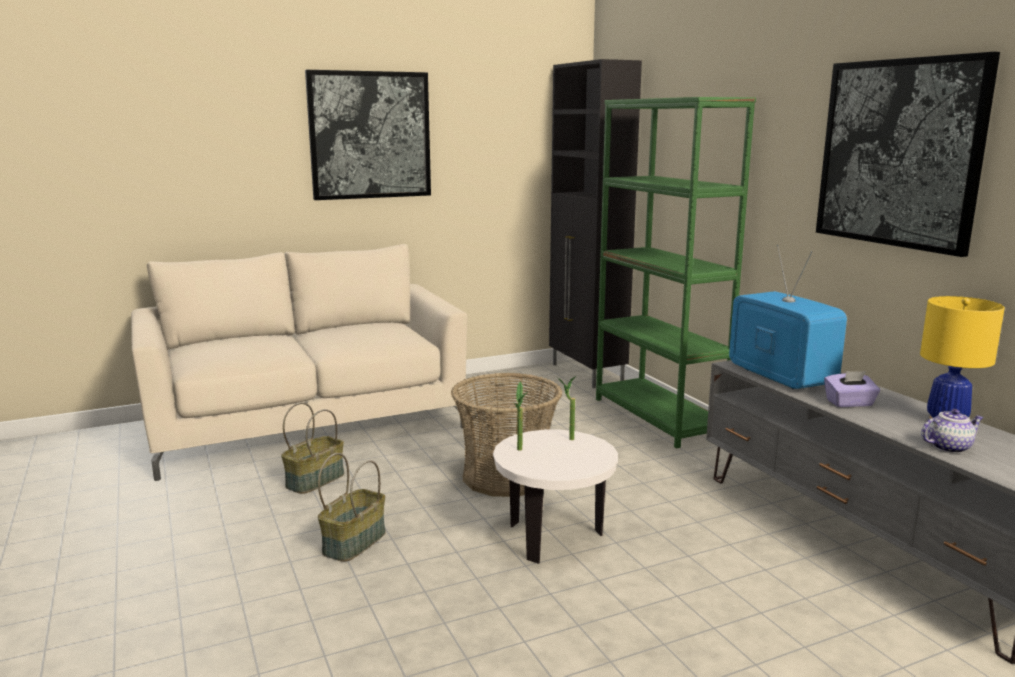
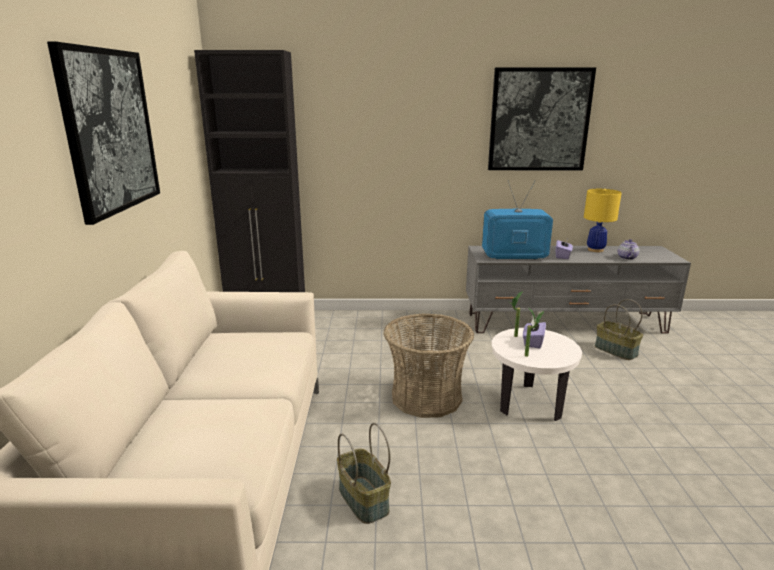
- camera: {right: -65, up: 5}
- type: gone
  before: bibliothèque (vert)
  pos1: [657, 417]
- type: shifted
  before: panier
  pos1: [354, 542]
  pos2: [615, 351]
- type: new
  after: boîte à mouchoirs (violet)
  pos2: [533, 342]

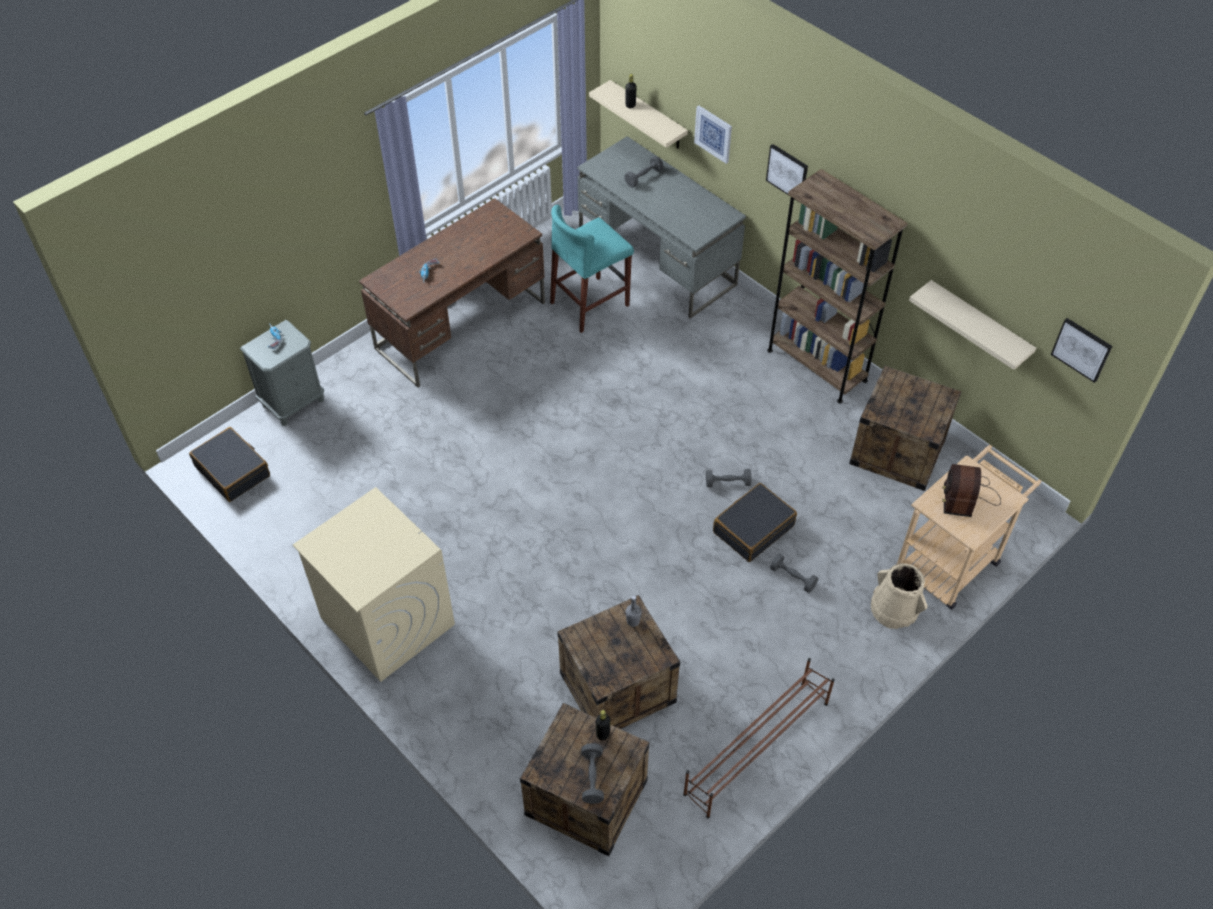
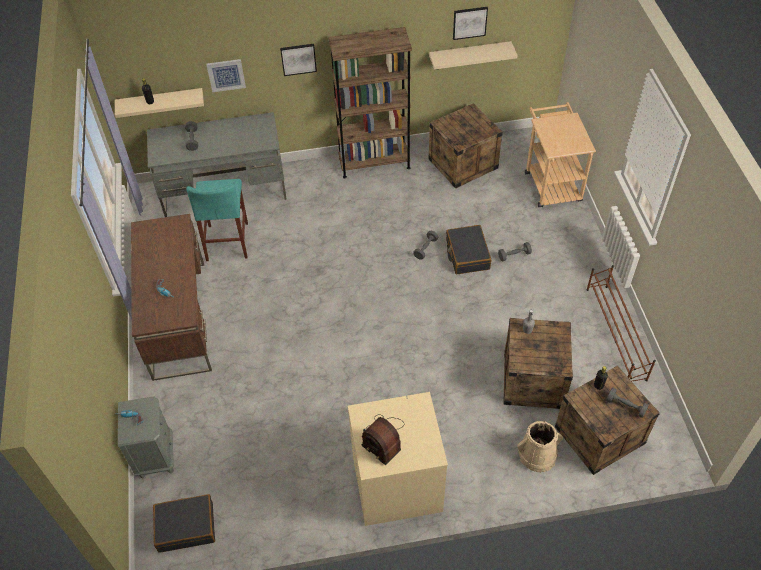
- camera: {right: -55, up: 0}
- type: shifted
  before: tableau
  pos1: [1082, 349]
  pos2: [469, 22]
- type: shifted
  before: radio
  pos1: [967, 496]
  pos2: [382, 438]
- type: shifted
  before: seau (beige)
  pos1: [894, 608]
  pos2: [537, 455]

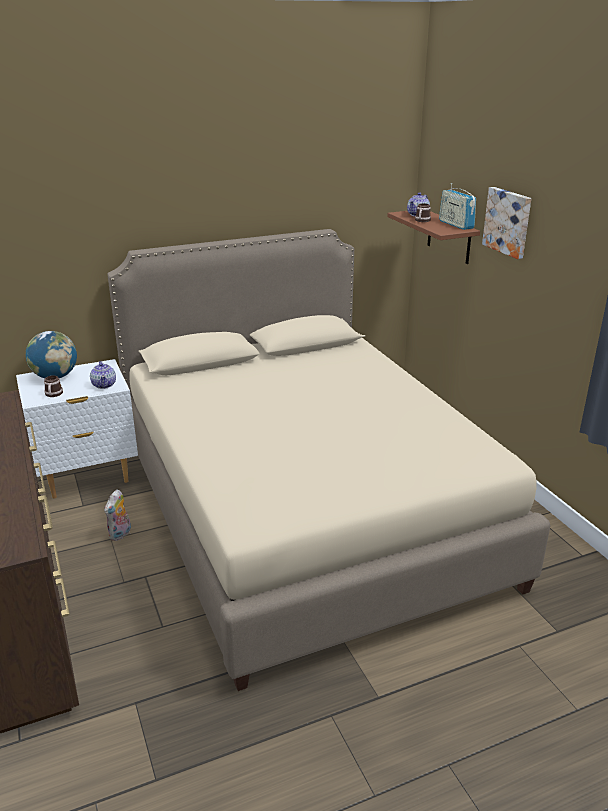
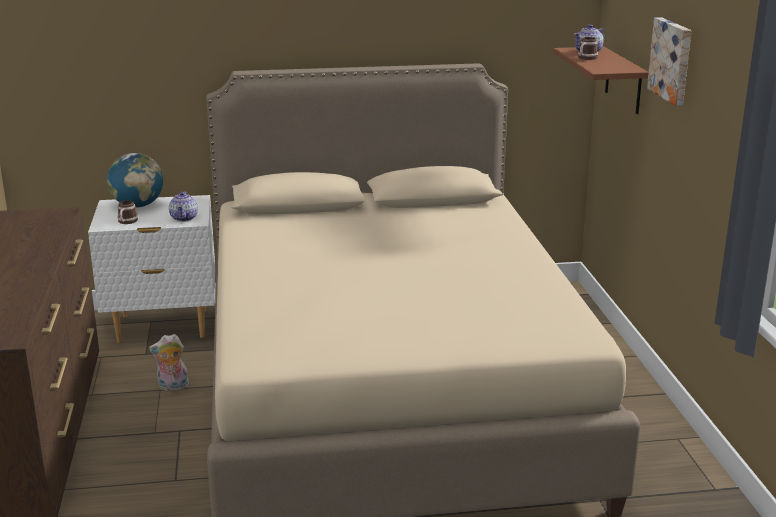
- camera: {right: 15, up: -5}
- type: gone
  before: radio
  pos1: [456, 224]
- type: rotated
  before: peluche
  pos1: [120, 534]
  pos2: [172, 387]
  turn: 45

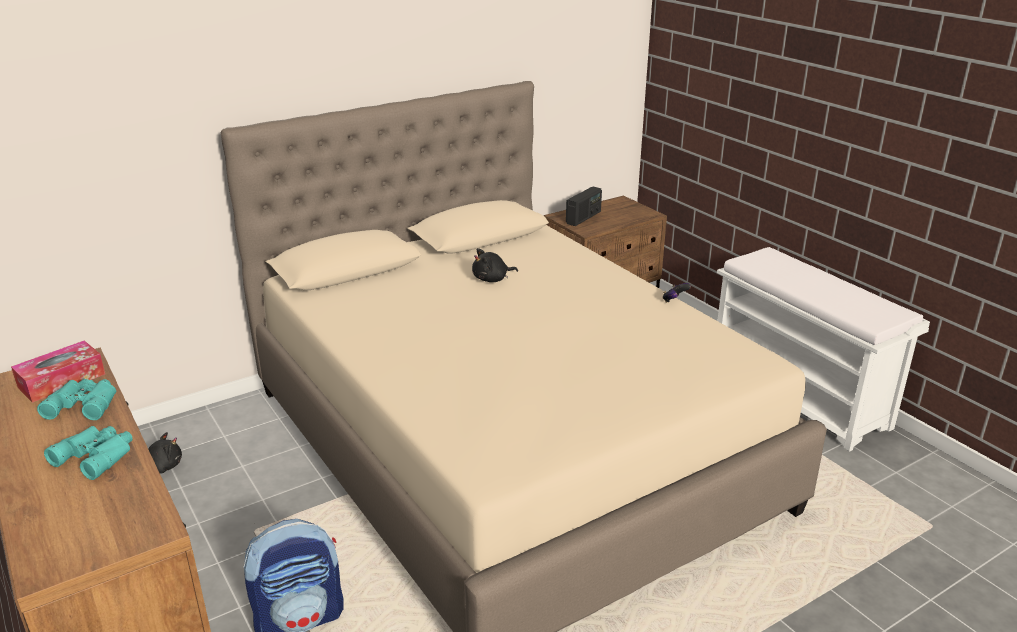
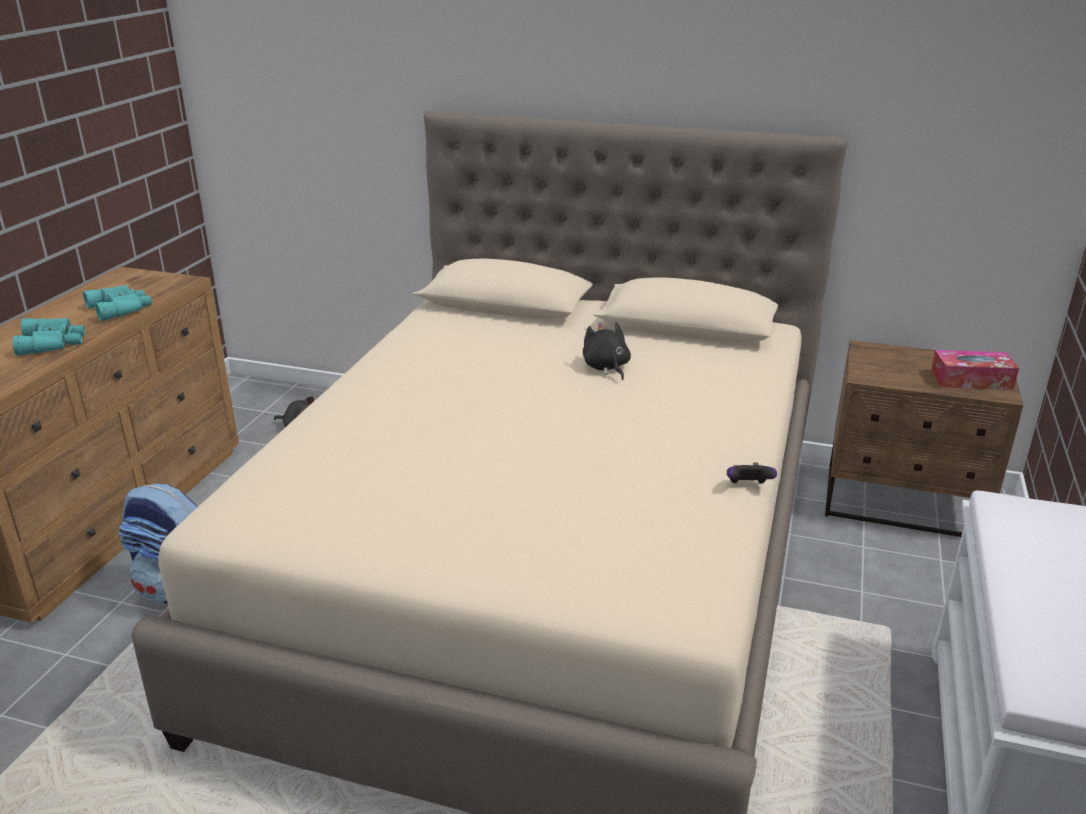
- camera: {right: 50, up: 0}
- type: gone
  before: radio
  pos1: [583, 218]
- type: rotated
  before: peluche (noir)
  pos1: [492, 279]
  pos2: [606, 367]
  turn: 45
- type: shifted
  before: boîte à mouchoirs
  pos1: [62, 381]
  pos2: [971, 380]

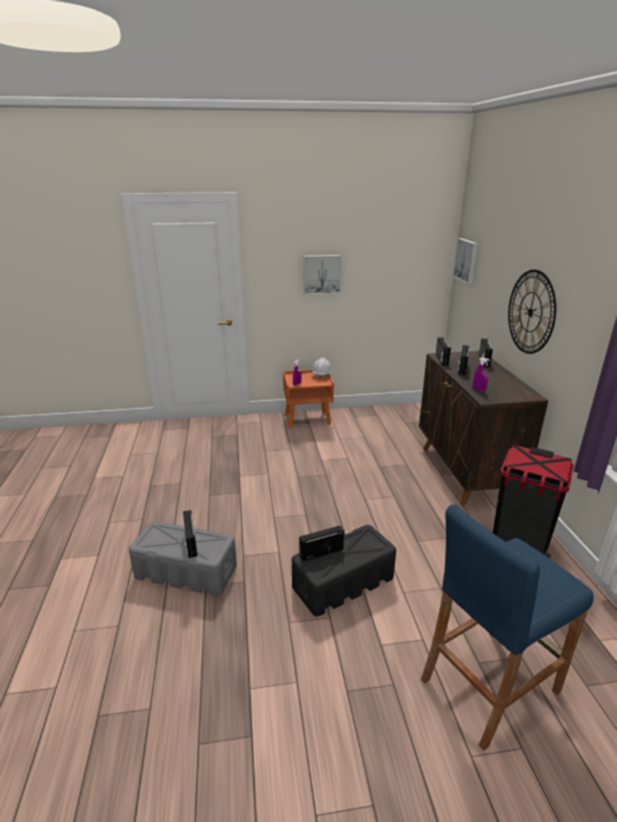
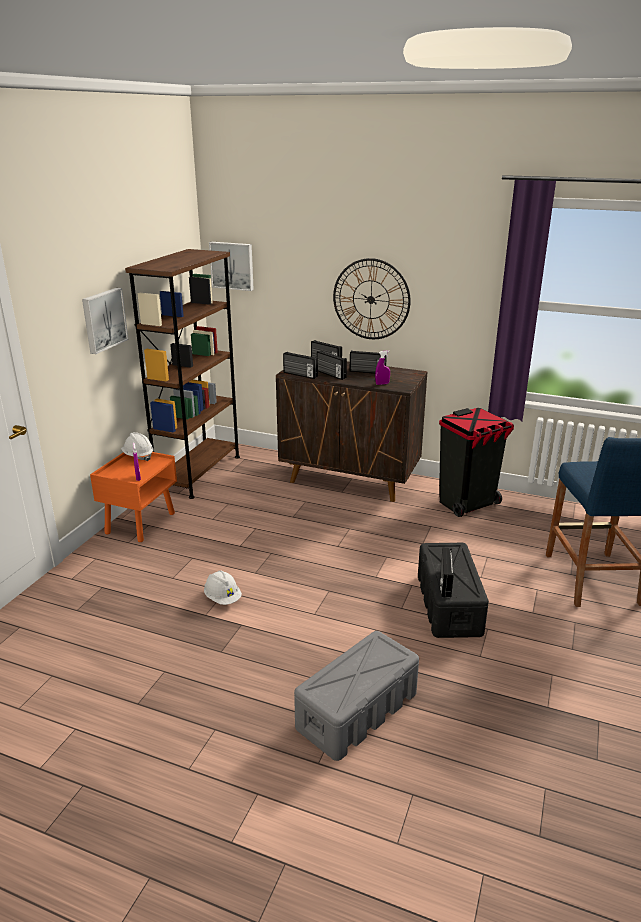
- camera: {right: -60, up: 0}
- type: shifted
  before: radio
  pos1: [190, 543]
  pos2: [367, 372]
- type: new
  after: bibliothèque (marron)
  pos2: [199, 473]
- type: new
  after: casque de chantier (blanc)
  pos2: [223, 598]

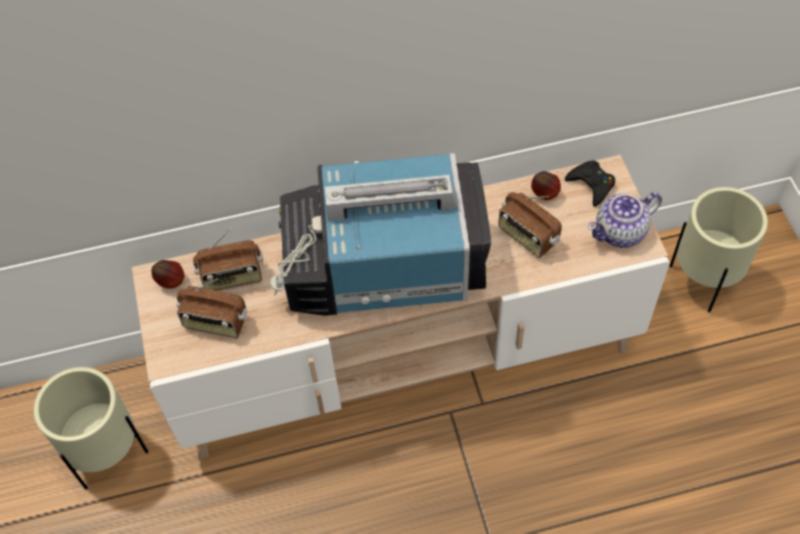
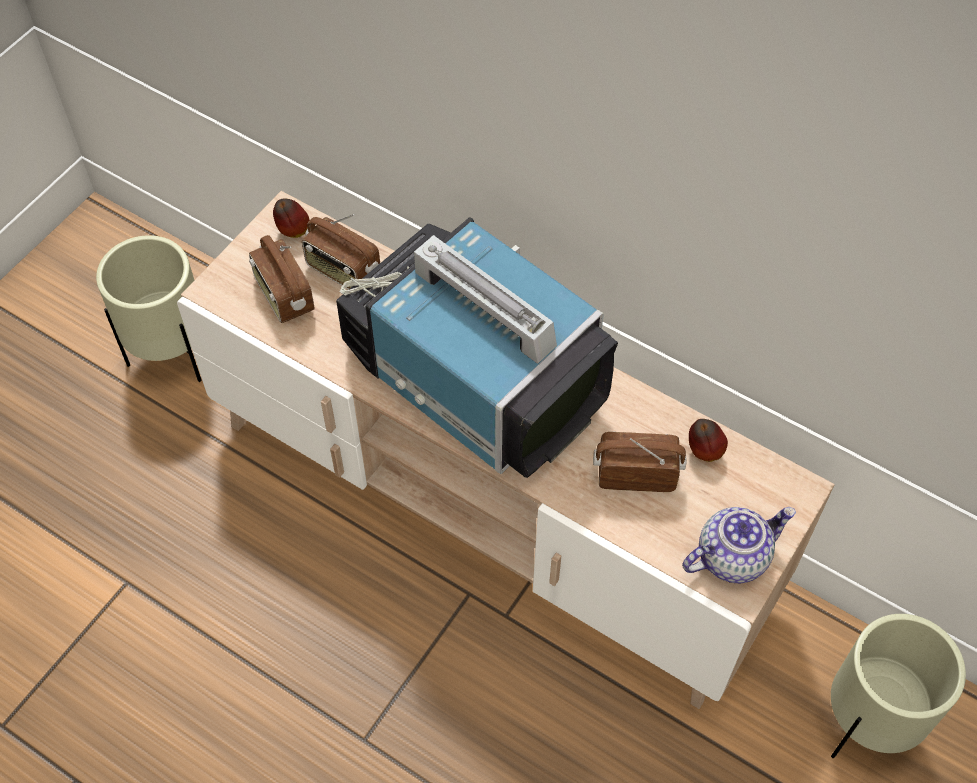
- camera: {right: 45, up: 0}
- type: gone
  before: manette (noir)
  pos1: [591, 185]
- type: rotated
  before: radio
  pos1: [527, 237]
  pos2: [636, 474]
  turn: 90
- type: rotated
  before: théière
  pos1: [620, 232]
  pos2: [732, 556]
  turn: 135

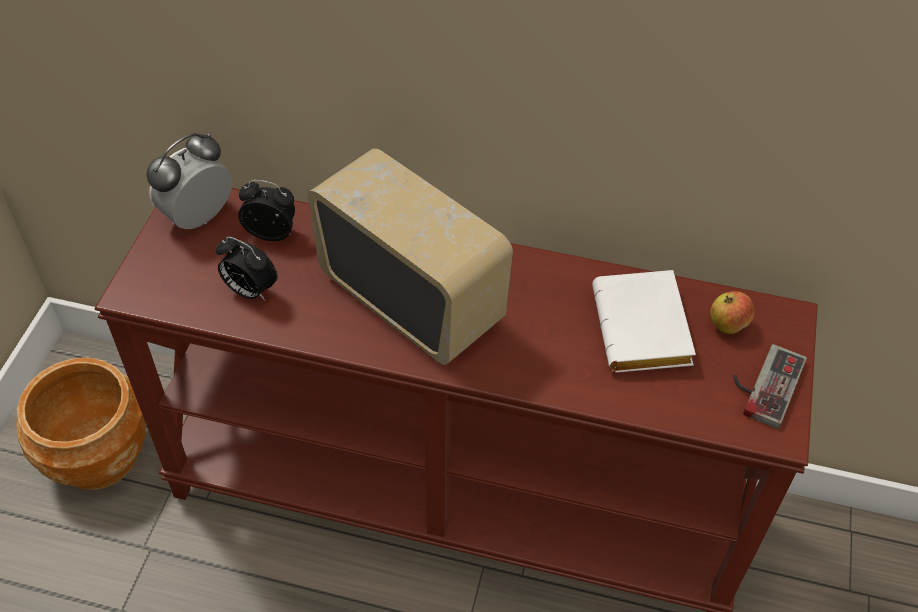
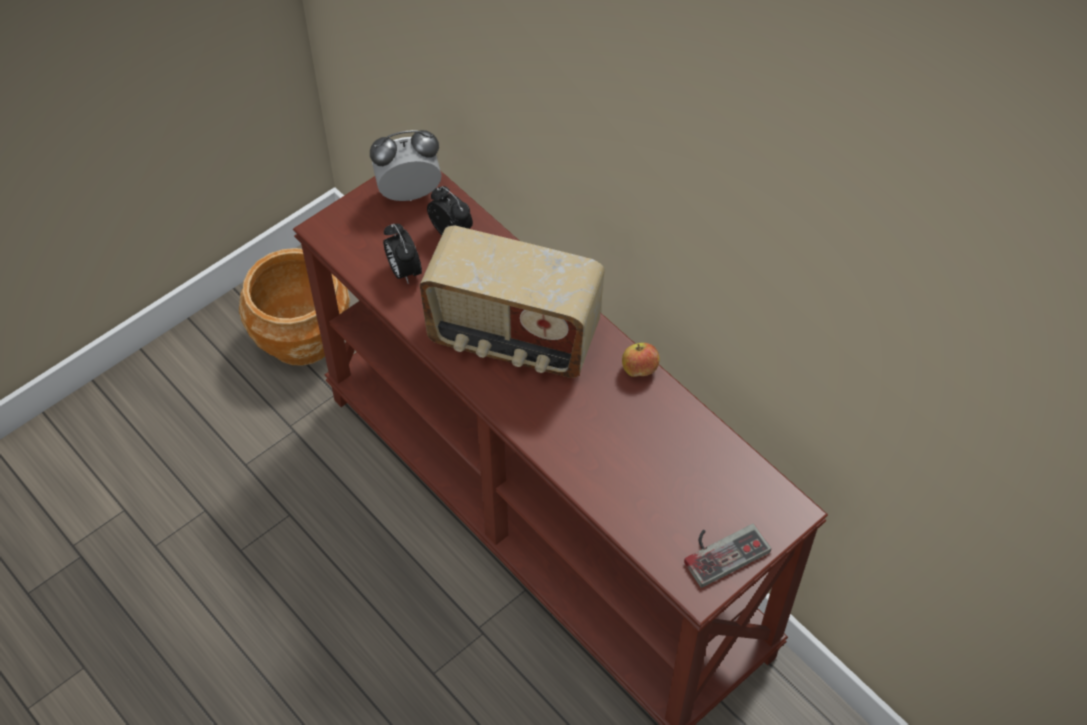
- camera: {right: 35, up: 5}
- type: rotated
  before: radio
  pos1: [412, 299]
  pos2: [513, 339]
  turn: 120
- type: gone
  before: livre (blanc)
  pos1: [645, 331]
- type: shifted
  before: pomme
  pos1: [727, 324]
  pos2: [639, 369]

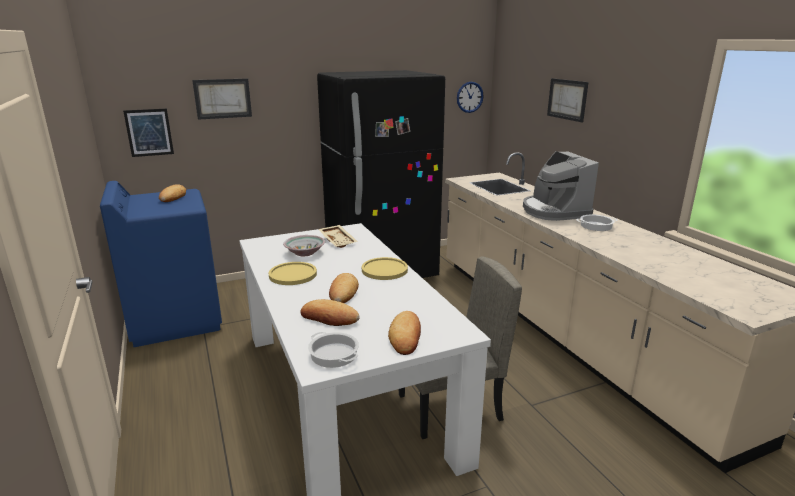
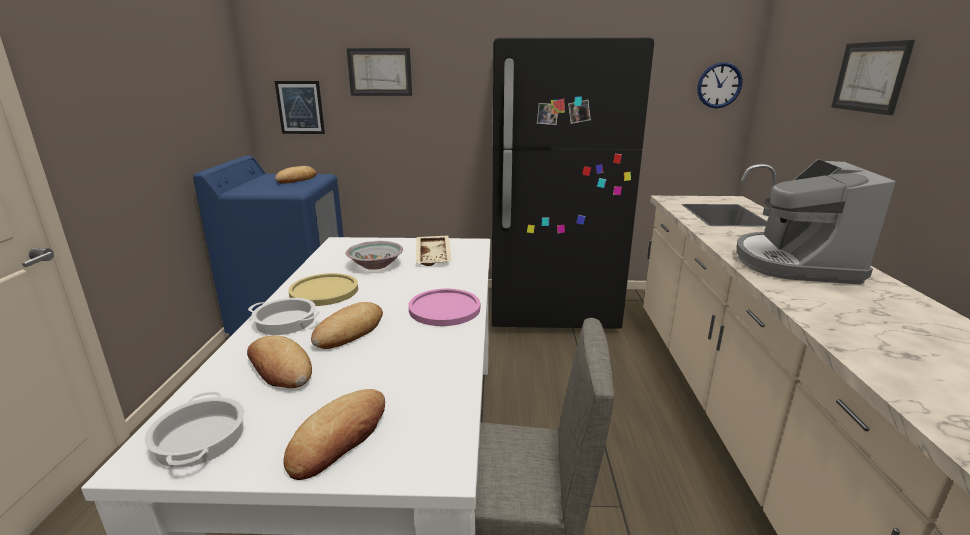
- camera: {right: 25, up: 0}
- type: shifted
  before: marmite
  pos1: [596, 226]
  pos2: [286, 321]
- type: repainted
  before: assiette (jaune)
  after: assiette (rose)
  pos1: [384, 270]
  pos2: [444, 309]

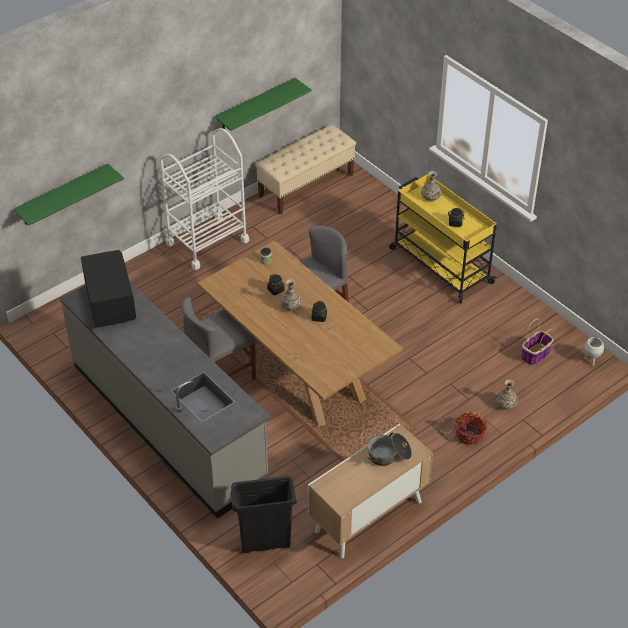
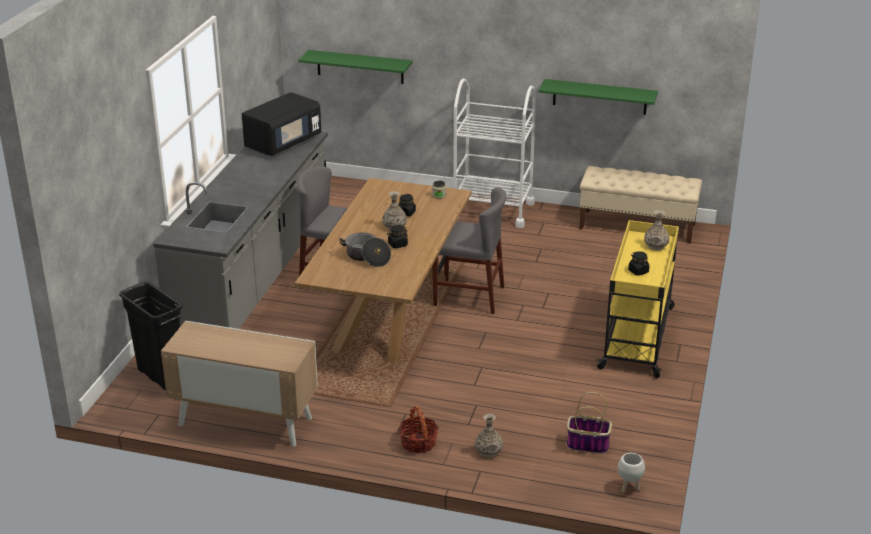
- camera: {right: 55, up: -15}
- type: shifted
  before: marmite
  pos1: [389, 455]
  pos2: [367, 257]

